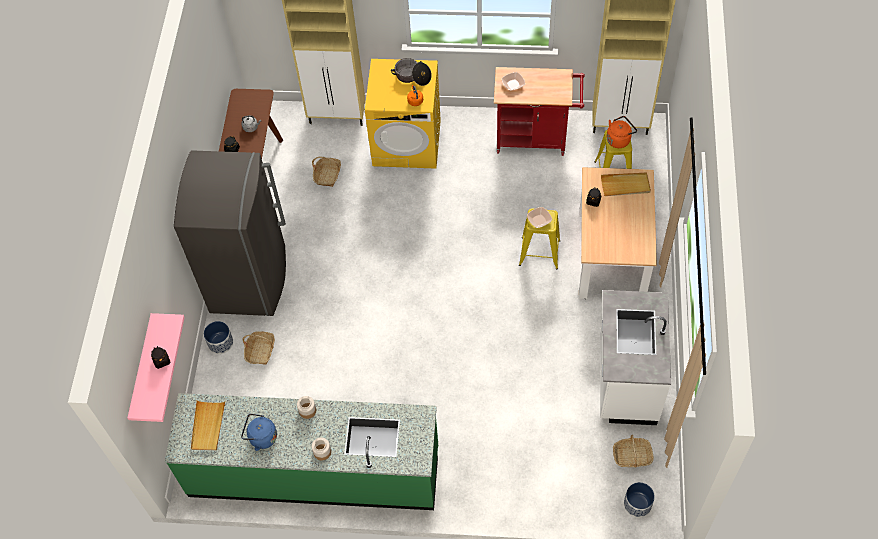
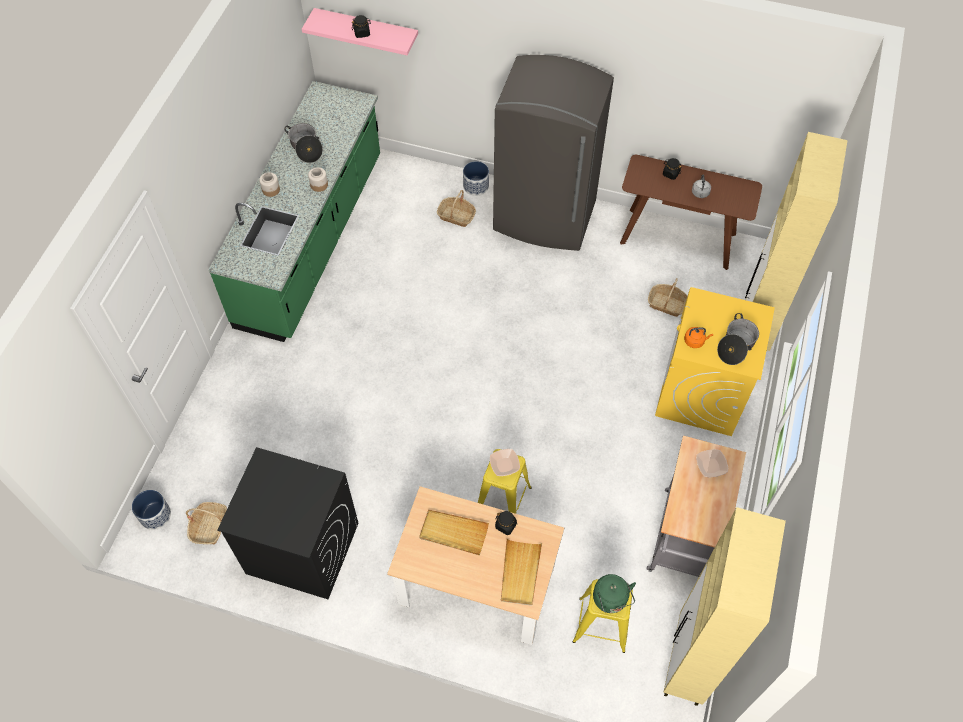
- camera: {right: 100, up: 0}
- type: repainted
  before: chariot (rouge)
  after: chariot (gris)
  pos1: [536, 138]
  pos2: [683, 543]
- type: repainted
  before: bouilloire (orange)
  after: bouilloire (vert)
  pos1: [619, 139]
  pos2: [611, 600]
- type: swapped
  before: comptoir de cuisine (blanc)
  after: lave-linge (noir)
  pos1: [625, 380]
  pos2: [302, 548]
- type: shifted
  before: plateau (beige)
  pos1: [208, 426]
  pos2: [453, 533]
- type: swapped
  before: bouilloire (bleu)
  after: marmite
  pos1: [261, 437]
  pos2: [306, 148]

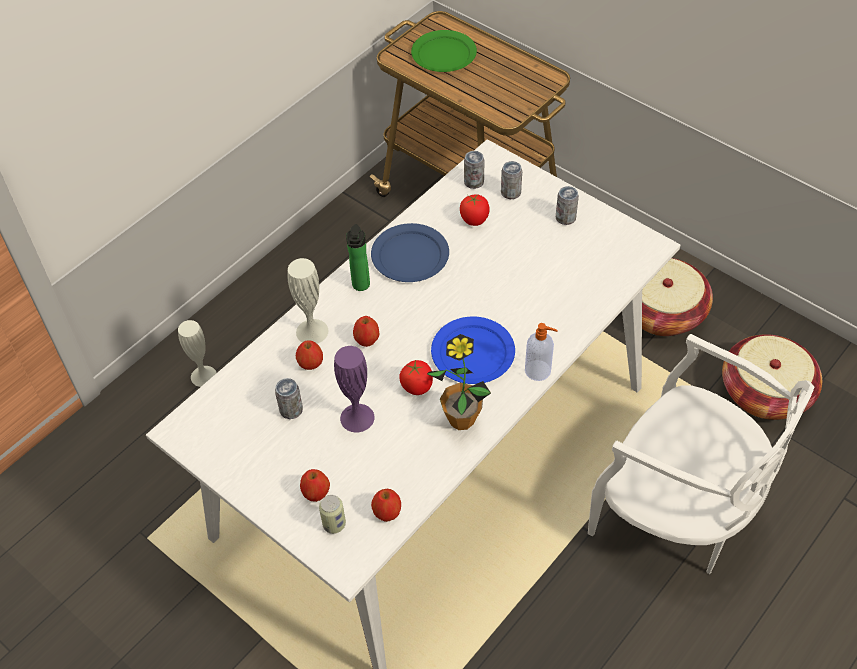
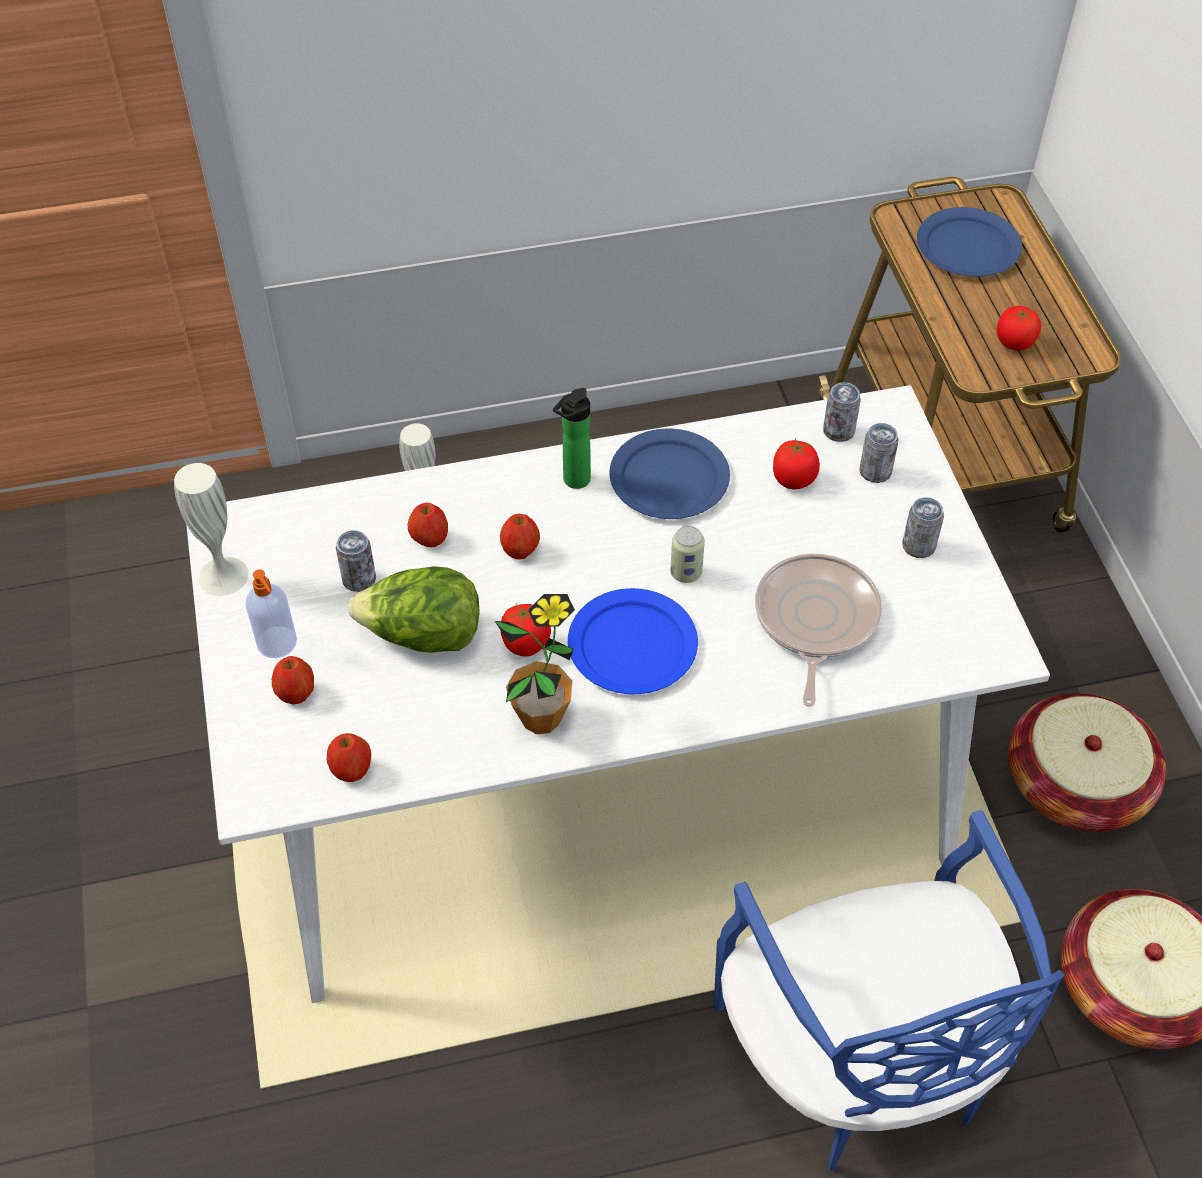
- camera: {right: 35, up: 0}
- type: repainted
  before: assiette (vert)
  after: assiette (bleu)
  pos1: [443, 54]
  pos2: [967, 247]
- type: shifted
  before: vase (blanc)
  pos1: [312, 331]
  pos2: [223, 576]
- type: shifted
  before: distributeur de savon
  pos1: [539, 371]
  pos2: [277, 643]
- type: repainted
  before: chaise (blanc)
  after: chaise (bleu)
  pos1: [677, 511]
  pos2: [860, 1060]
- type: swapped
  before: vase (violet)
  after: laitue
  pos1: [357, 417]
  pos2: [423, 636]
- type: shifted
  before: boîte métallique
  pos1: [334, 524]
  pos2: [686, 573]
- type: new
  after: tomate
  pos2: [1014, 343]
- type: new
  after: poêle
  pos2: [814, 621]

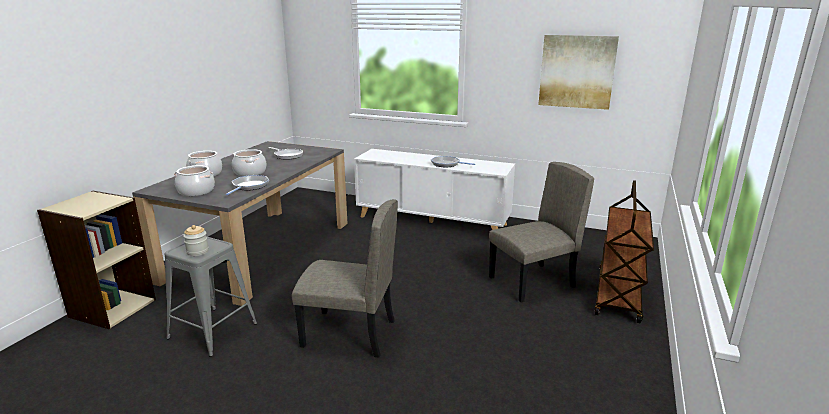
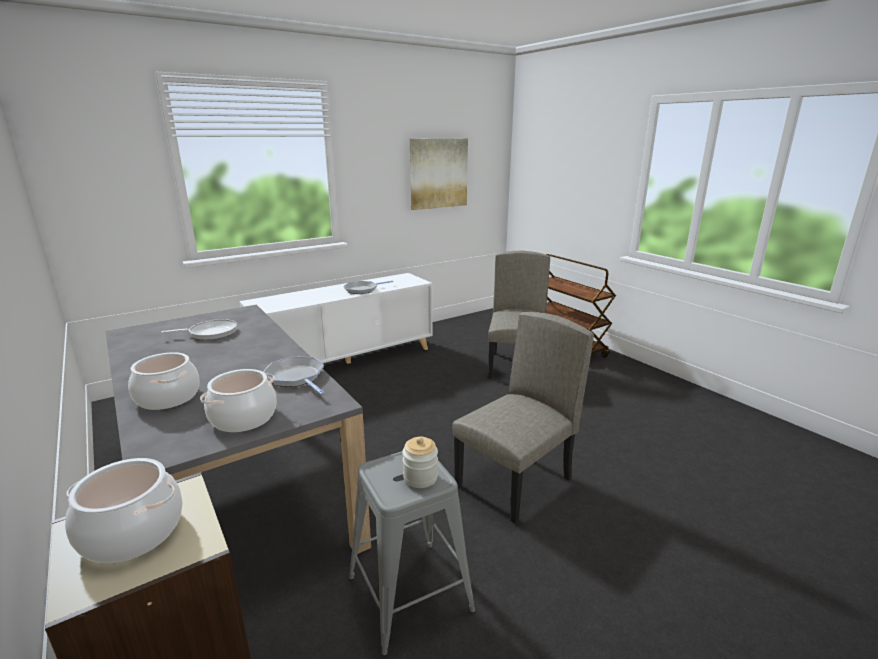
- camera: {right: -55, up: 0}
- type: shifted
  before: marmite
  pos1: [250, 172]
  pos2: [131, 532]

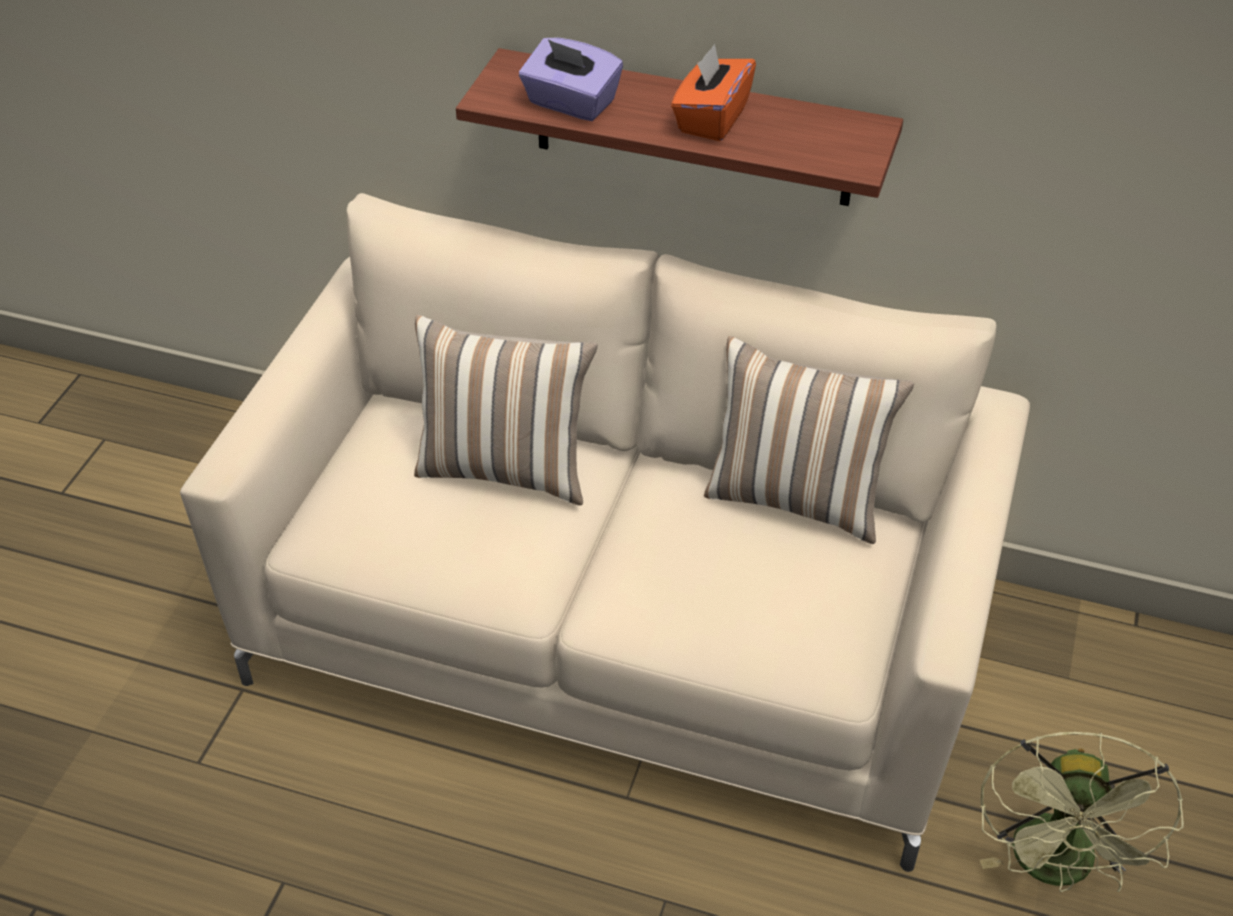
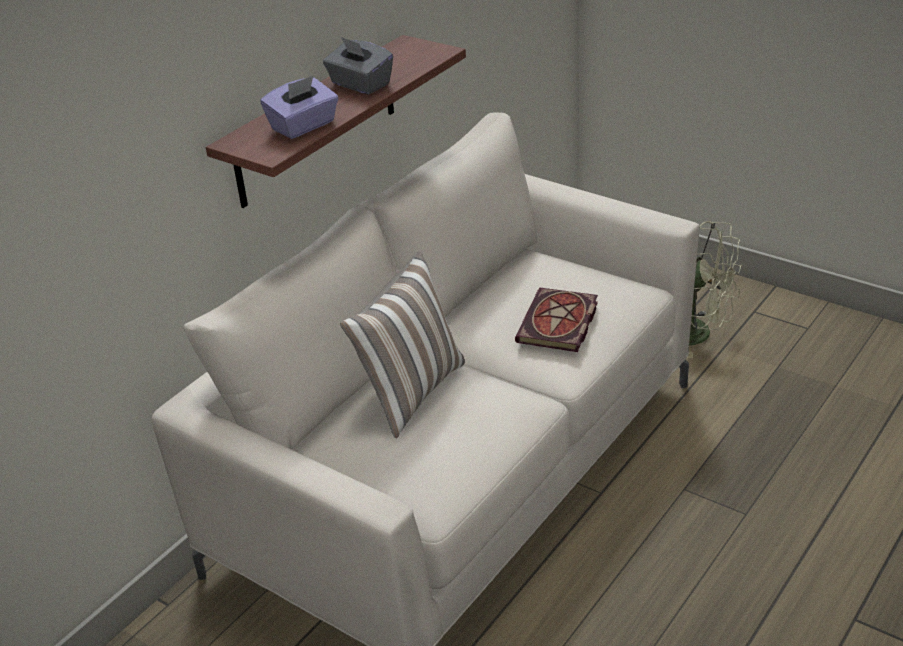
- camera: {right: -70, up: -10}
- type: repainted
  before: boîte à mouchoirs (orange)
  after: boîte à mouchoirs (gris)
  pos1: [711, 119]
  pos2: [360, 85]
- type: gone
  before: coussin
  pos1: [797, 498]
- type: new
  after: livre
  pos2: [559, 324]

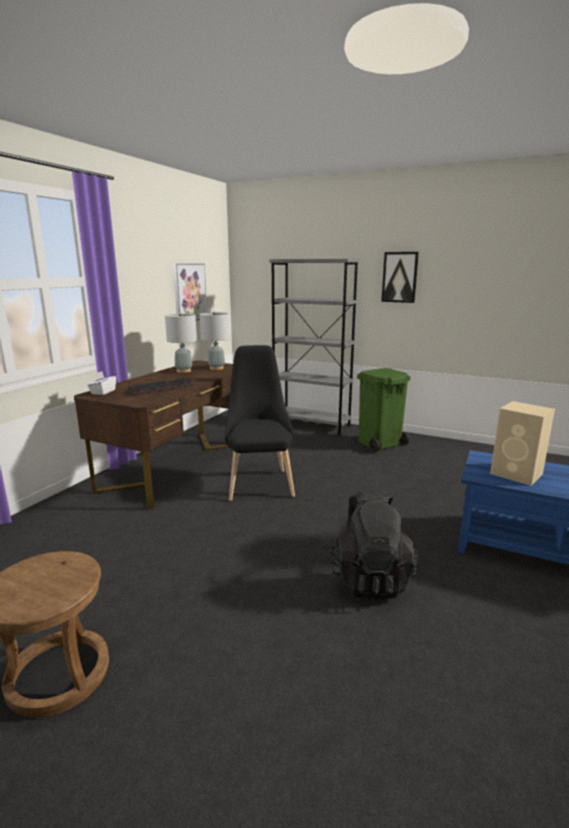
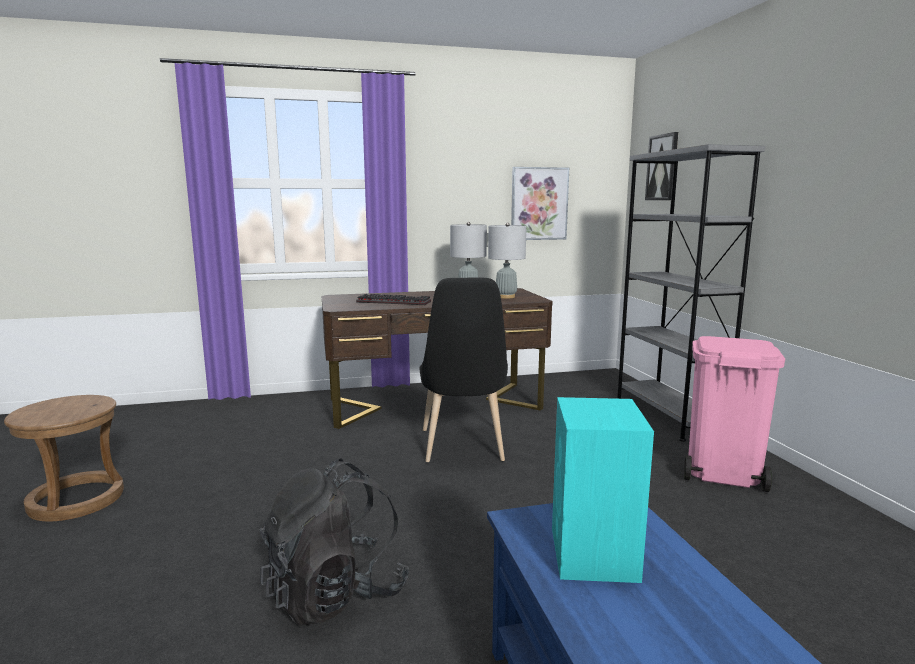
- camera: {right: 50, up: -5}
- type: shifted
  before: tableau
  pos1: [399, 277]
  pos2: [662, 167]
- type: rotated
  before: chaise (noir)
  pos1: [259, 482]
  pos2: [463, 448]
  turn: 135
- type: repainted
  before: poubelle (vert)
  after: poubelle (rose)
  pos1: [379, 443]
  pos2: [721, 473]
- type: gone
  before: boîte à mouchoirs (blanc)
  pos1: [103, 392]
- type: repainted
  before: enceinte (beige)
  after: enceinte (turquoise)
  pos1: [517, 474]
  pos2: [593, 555]

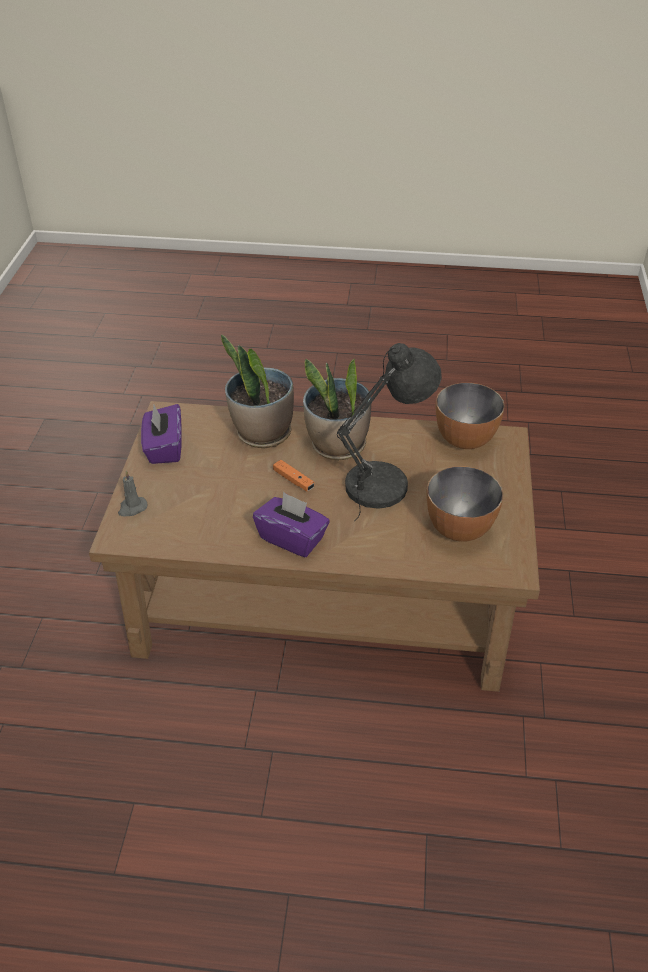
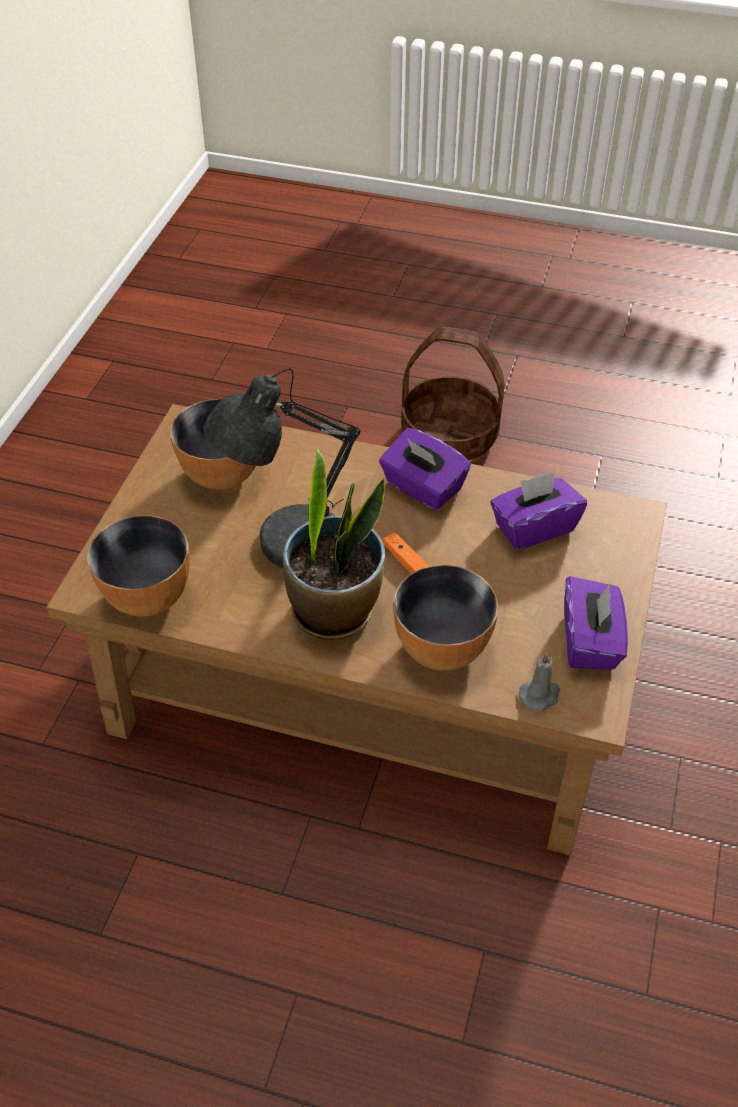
- camera: {right: -170, up: 5}
- type: swapped
  before: plante en pot
  after: bol
  pos1: [262, 434]
  pos2: [441, 648]
- type: shifted
  before: bougie (gris)
  pos1: [132, 508]
  pos2: [540, 695]
- type: new
  after: panier
  pos2: [450, 436]
- type: new
  after: boîte à mouchoirs (violet)
  pos2: [534, 527]

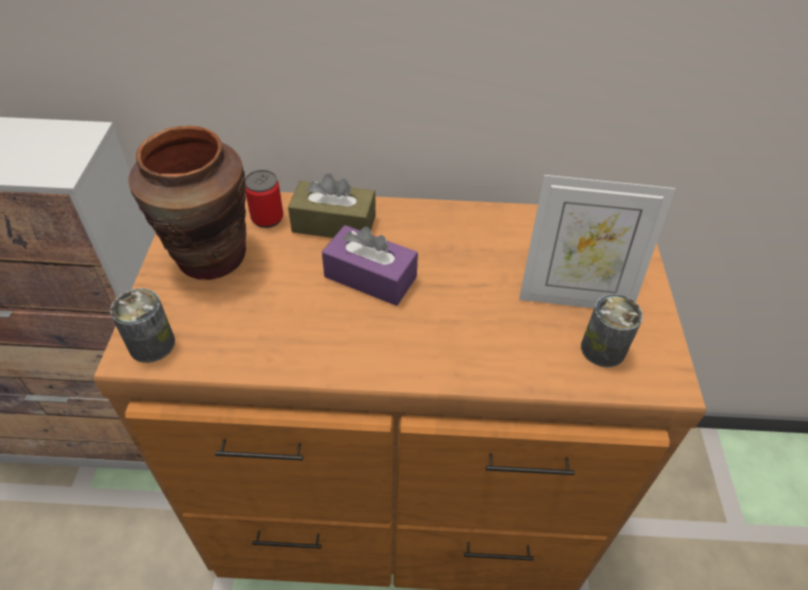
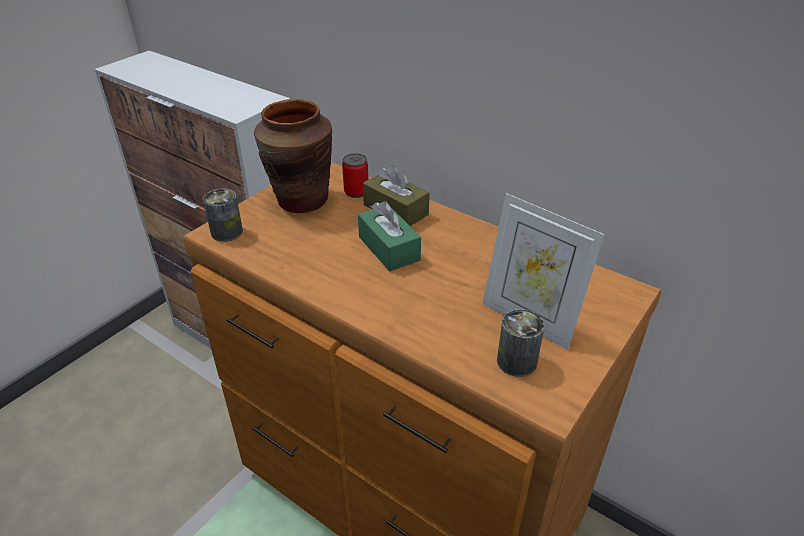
- camera: {right: 35, up: -10}
- type: repainted
  before: boîte à mouchoirs (violet)
  after: boîte à mouchoirs (vert)
  pos1: [370, 277]
  pos2: [389, 248]

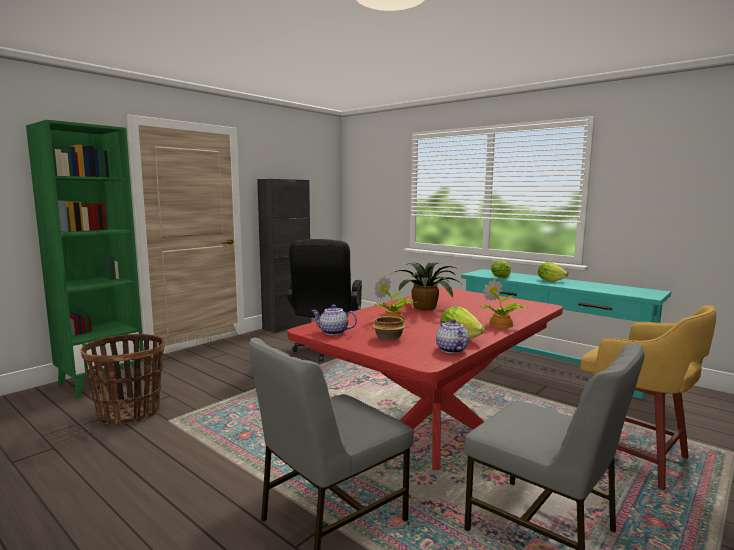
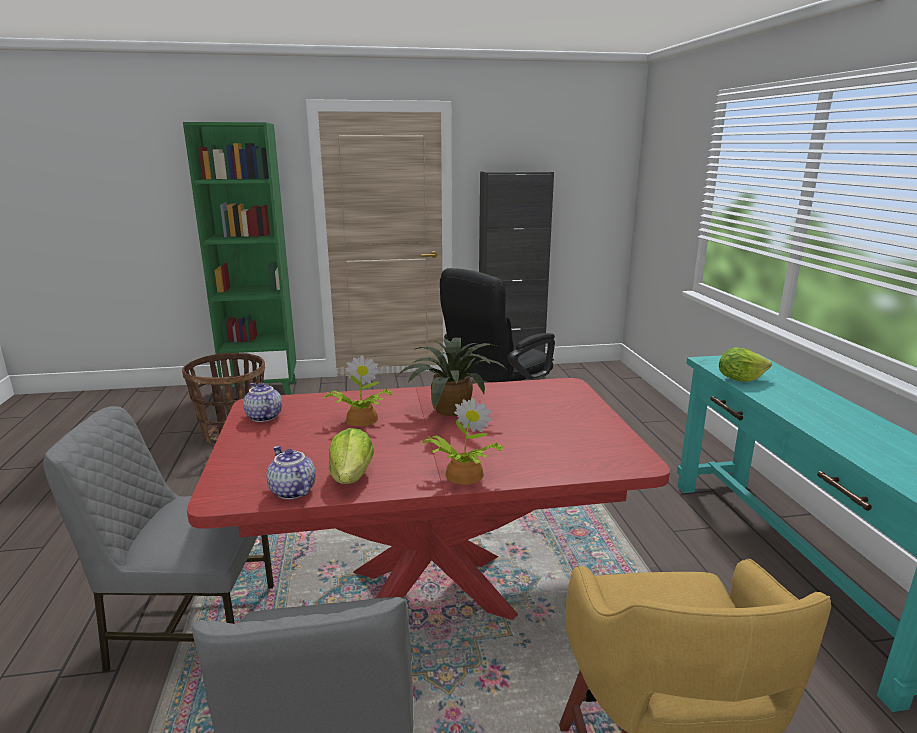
- camera: {right: 40, up: 10}
- type: gone
  before: laitue
  pos1: [550, 280]
- type: gone
  before: bol
  pos1: [388, 338]
- type: rotated
  before: théière
  pos1: [450, 350]
  pos2: [291, 491]
  turn: -60

